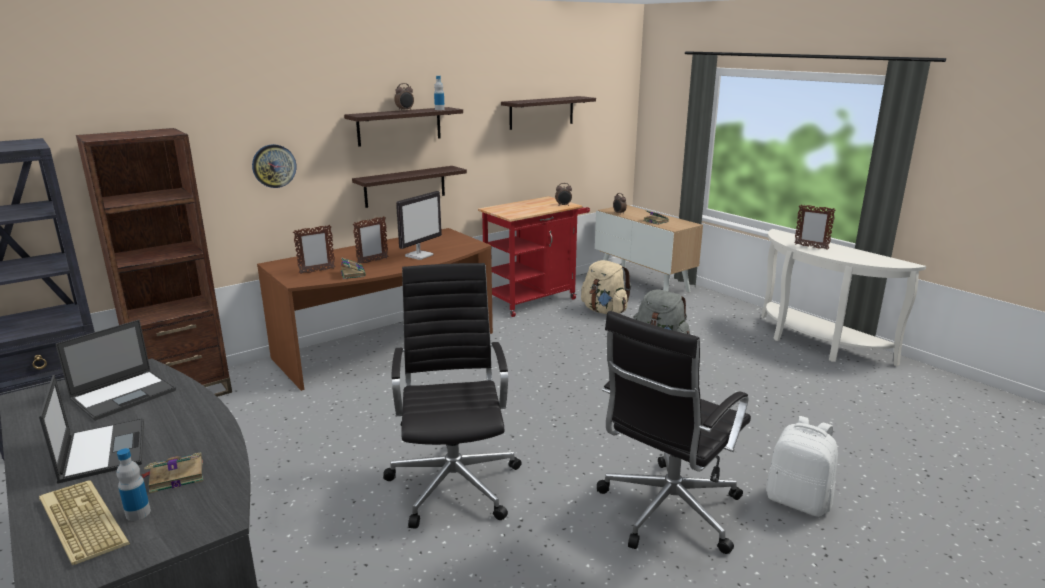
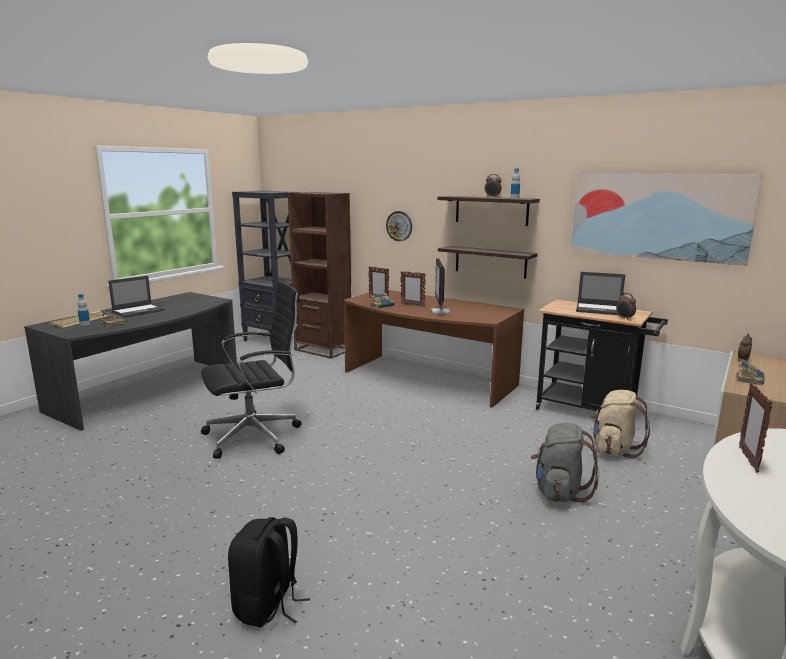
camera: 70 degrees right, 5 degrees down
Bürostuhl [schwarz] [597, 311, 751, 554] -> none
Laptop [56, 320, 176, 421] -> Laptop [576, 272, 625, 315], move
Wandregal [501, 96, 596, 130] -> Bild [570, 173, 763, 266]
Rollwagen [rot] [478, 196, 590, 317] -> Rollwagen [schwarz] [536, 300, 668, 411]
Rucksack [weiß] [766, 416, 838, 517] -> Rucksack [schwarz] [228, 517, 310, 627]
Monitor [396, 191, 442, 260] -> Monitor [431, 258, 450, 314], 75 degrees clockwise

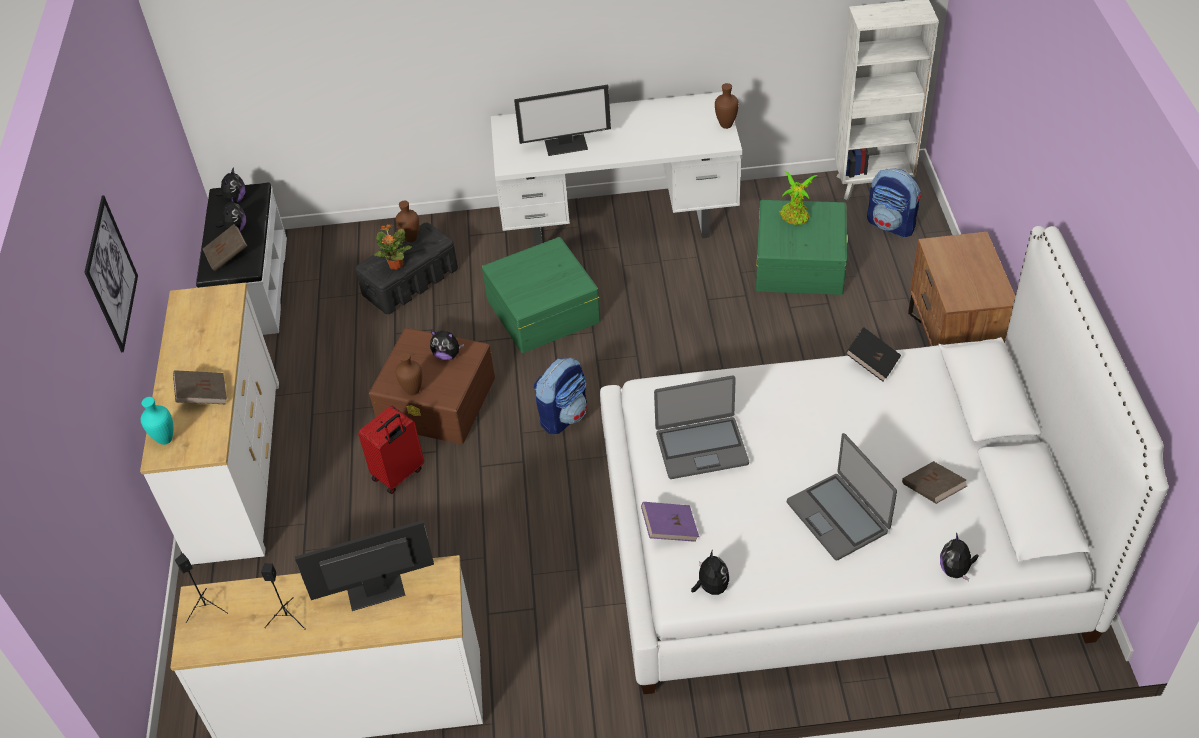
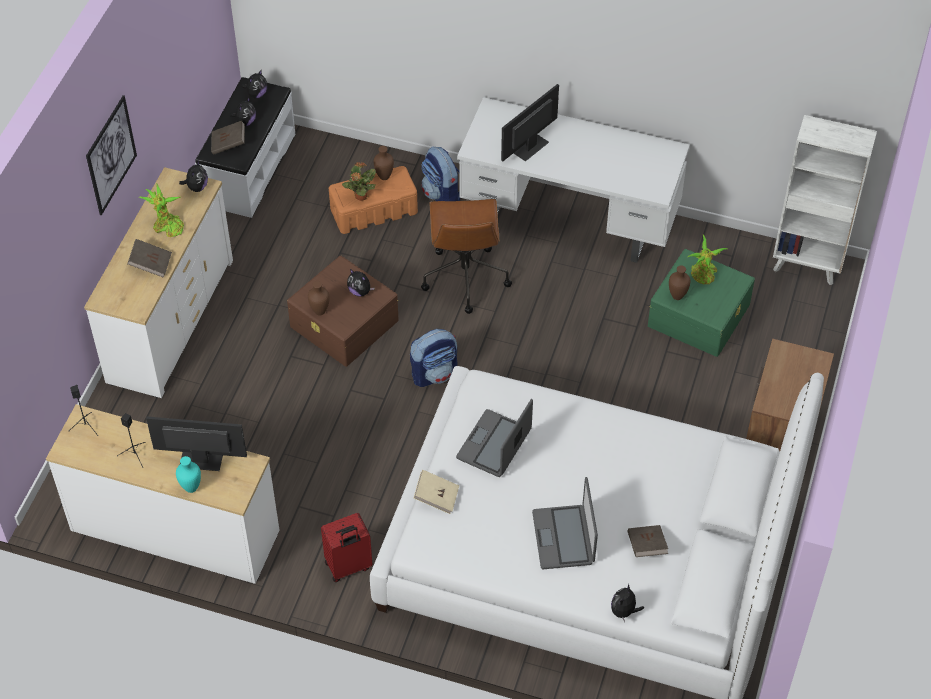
camera: 20 degrees right, 5 degrees up
Buch [schwarz] [845, 327, 901, 382] -> none
none -> Topfpflanze [139, 184, 184, 237]
Vase [türkis] [141, 397, 173, 445] -> Vase [türkis] [176, 456, 201, 493], move
Koffer [rot] [358, 406, 424, 494] -> Koffer [rot] [321, 513, 372, 582], move
Plüschtier [691, 549, 729, 595] -> Plüschtier [179, 160, 208, 192], move
Vase [braun] [715, 83, 739, 129] -> Vase [braun] [669, 265, 690, 300], move
Rucksack [867, 168, 921, 238] -> Rucksack [421, 146, 460, 201], move
Aufbewahrungsbox [grün] [482, 237, 601, 353] -> Bürostuhl [braun] [421, 199, 512, 314]
Aufbewahrungsbox [schwarz] [355, 223, 458, 314] -> Aufbewahrungsbox [orange] [329, 166, 418, 234]
Buch [lila] [641, 502, 699, 542] -> Buch [beige] [414, 470, 459, 514]
Monitor [514, 84, 611, 156] -> Monitor [501, 84, 559, 161], 120 degrees clockwise
Laptop [654, 376, 749, 479] -> Laptop [456, 399, 533, 477], 105 degrees clockwise

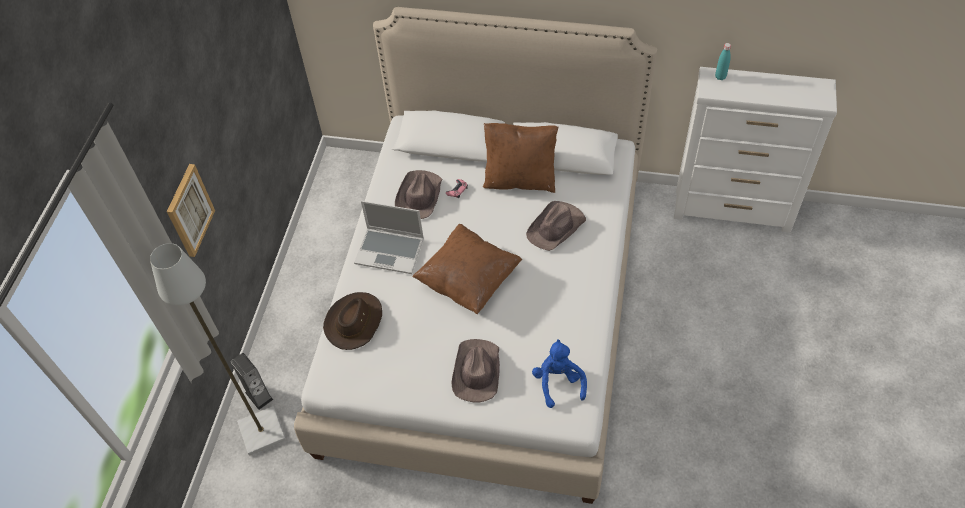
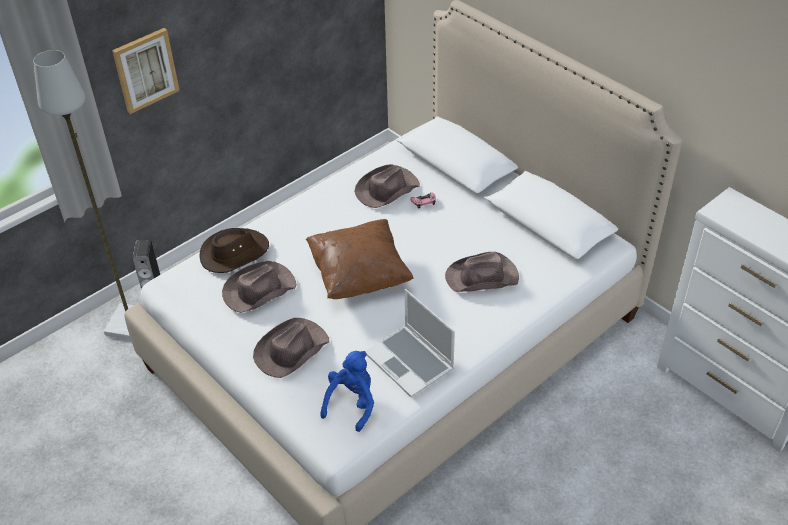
camera: 35 degrees right, 10 degrees down
Kissen [braun] [483, 123, 558, 193] -> none
Flasche [türkis] [715, 43, 731, 80] -> none
none -> Hut [braun] [222, 261, 296, 313]
Laptop [354, 201, 424, 274] -> Laptop [365, 289, 455, 398], move

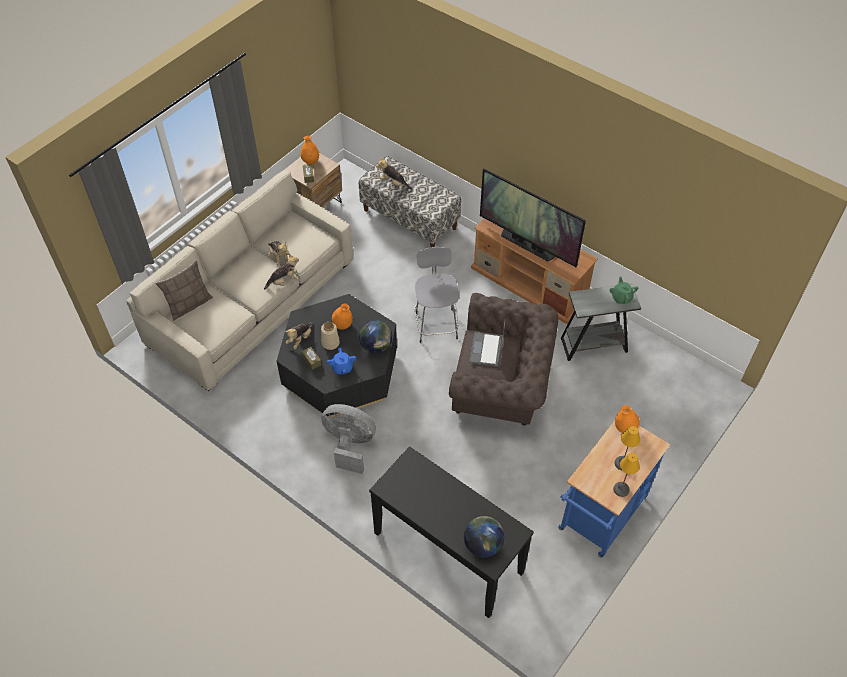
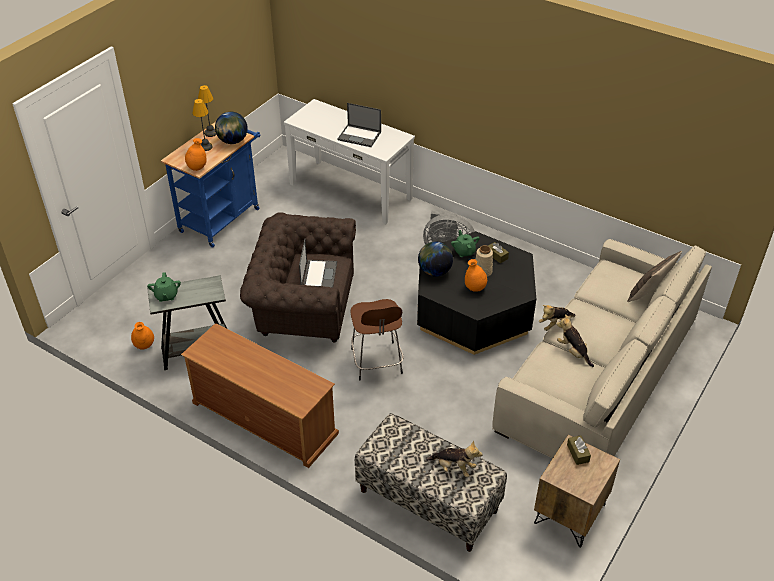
camera: 175 degrees right, 10 degrees down
Plüschtier [286, 323, 312, 349] -> none
Fernseher [480, 168, 586, 267] -> none
none -> Laptop [338, 103, 381, 147]
Vase [orange] [301, 136, 319, 164] -> Vase [orange] [131, 322, 154, 349], move
Globus [464, 516, 504, 557] -> Globus [215, 112, 248, 144], move
Teekanne [blau] [327, 348, 356, 374] -> Teekanne [grün] [451, 230, 480, 257]
Konsolentisch [schwarz] [369, 446, 534, 618] -> Konsolentisch [weiß] [284, 99, 415, 224]
Hocker [grau] [414, 247, 459, 343] -> Hocker [braun] [350, 299, 403, 381]

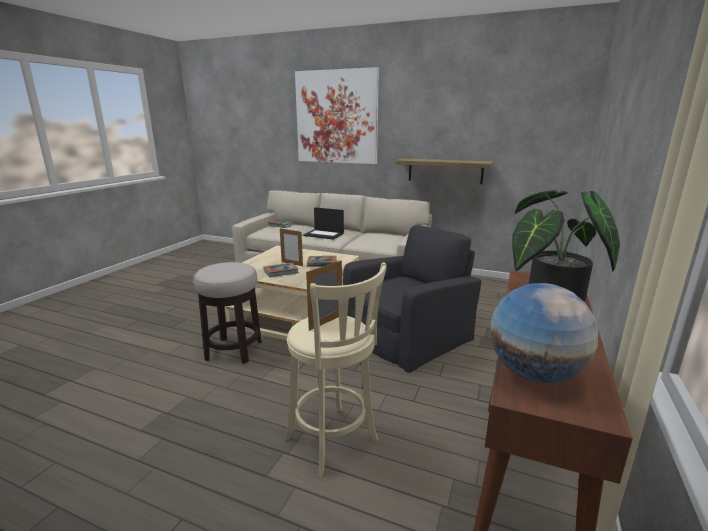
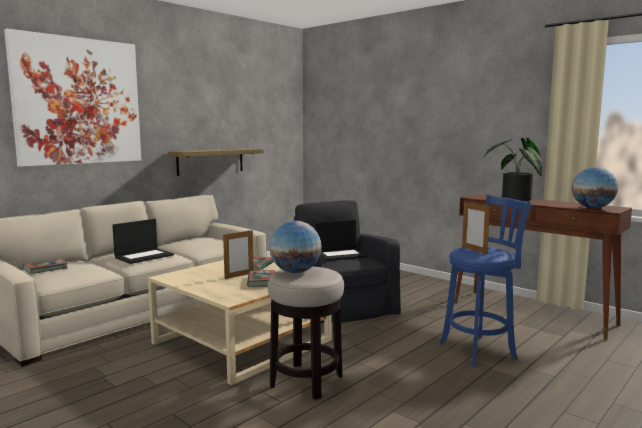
camera: 70 degrees left, 10 degrees down
none -> Globus [269, 221, 322, 273]
none -> Laptop [316, 220, 368, 261]
Hocker [beige] [285, 263, 387, 477] -> Hocker [blau] [440, 194, 531, 367]

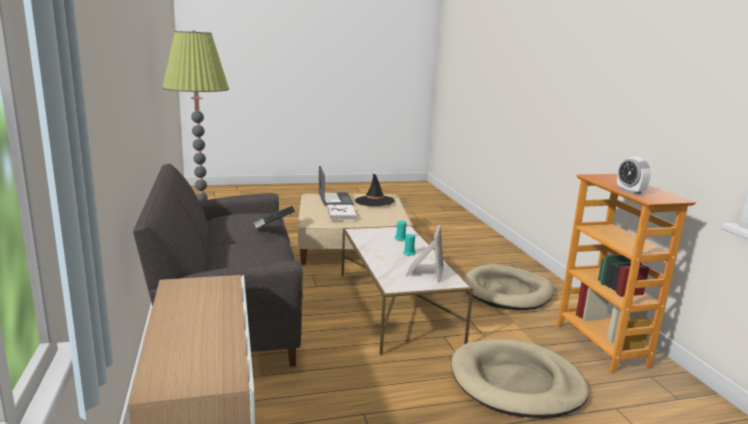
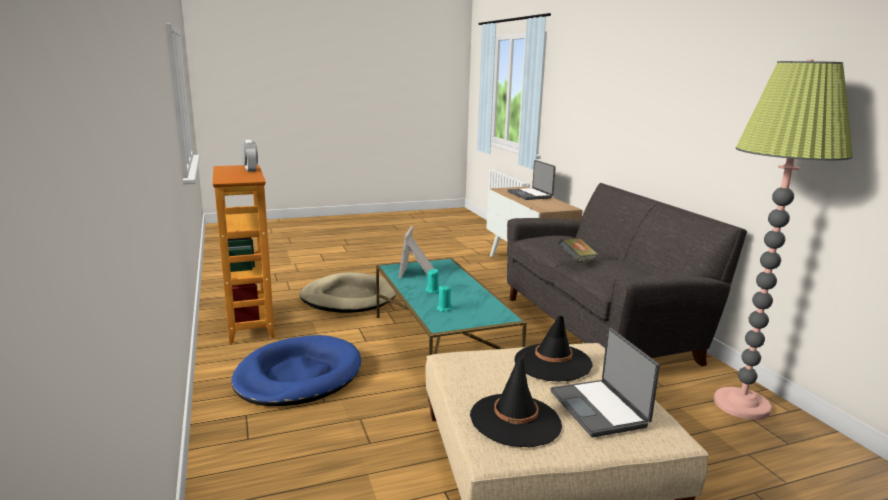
camera: 175 degrees right, 0 degrees up
none -> Laptop [507, 160, 556, 200]
Buch [weiß] [328, 205, 357, 220] -> Hut [schwarz] [514, 315, 593, 382]
Couchtisch [weiß] [341, 225, 473, 355] -> Couchtisch [türkis] [376, 258, 527, 402]
Hundebett [beige] [463, 264, 554, 310] -> Hundebett [blau] [231, 335, 361, 406]

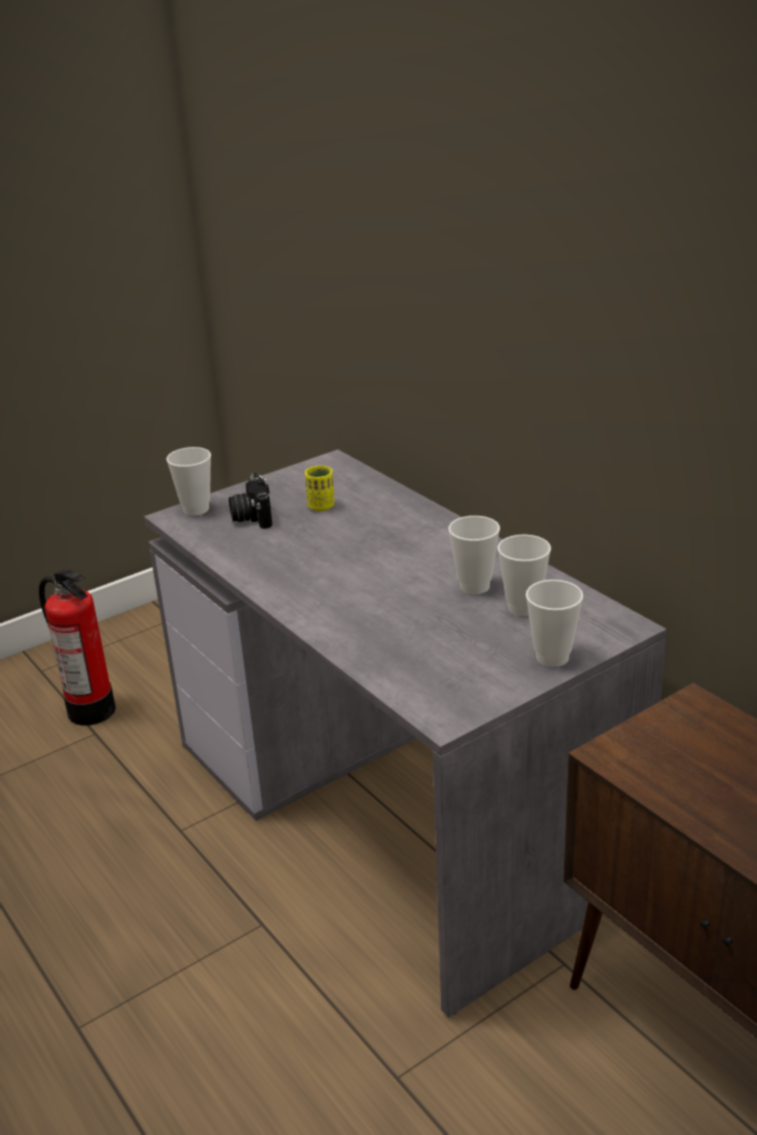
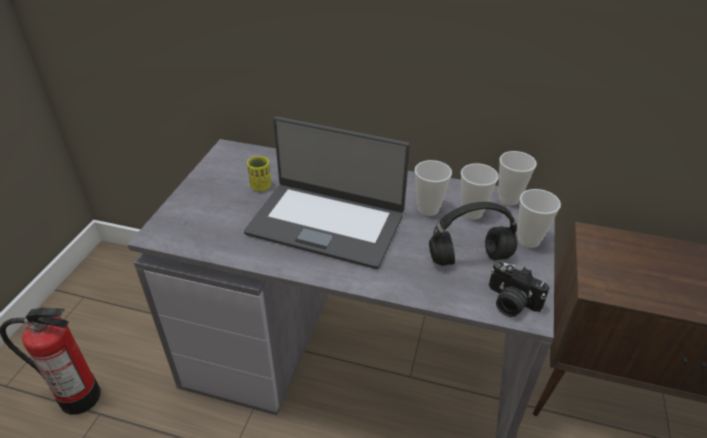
camera: 40 degrees left, 10 degrees up
none -> Laptop [244, 117, 410, 269]
none -> Kopfhörer [schwarz] [429, 202, 517, 266]
Tasse [166, 447, 211, 516] -> Tasse [498, 151, 537, 206], move
Kamera [229, 473, 272, 529] -> Kamera [489, 261, 550, 317], move

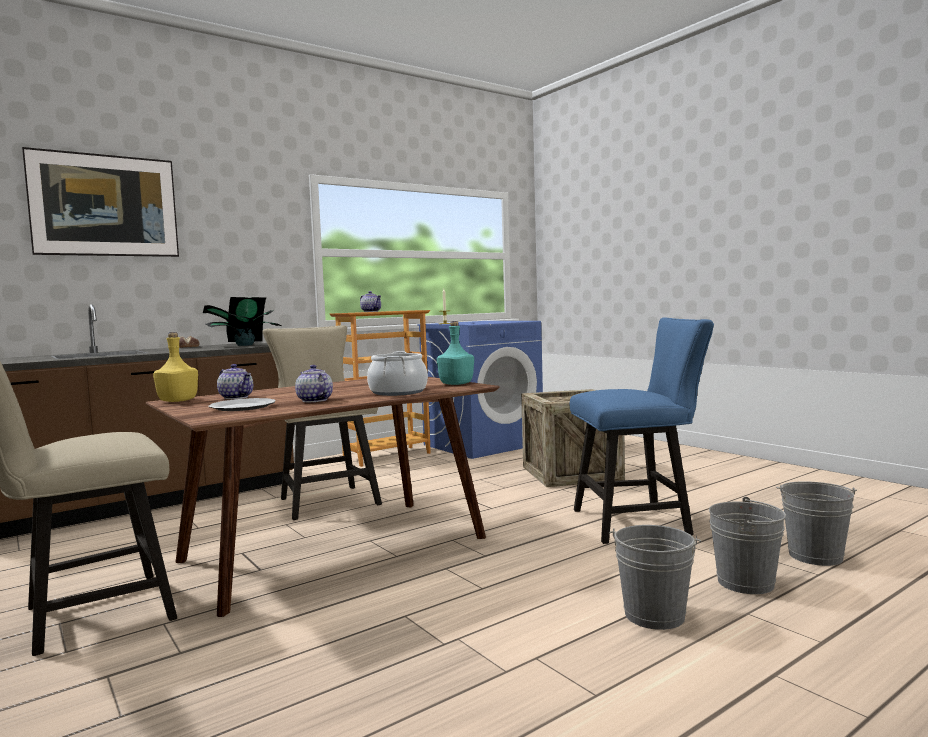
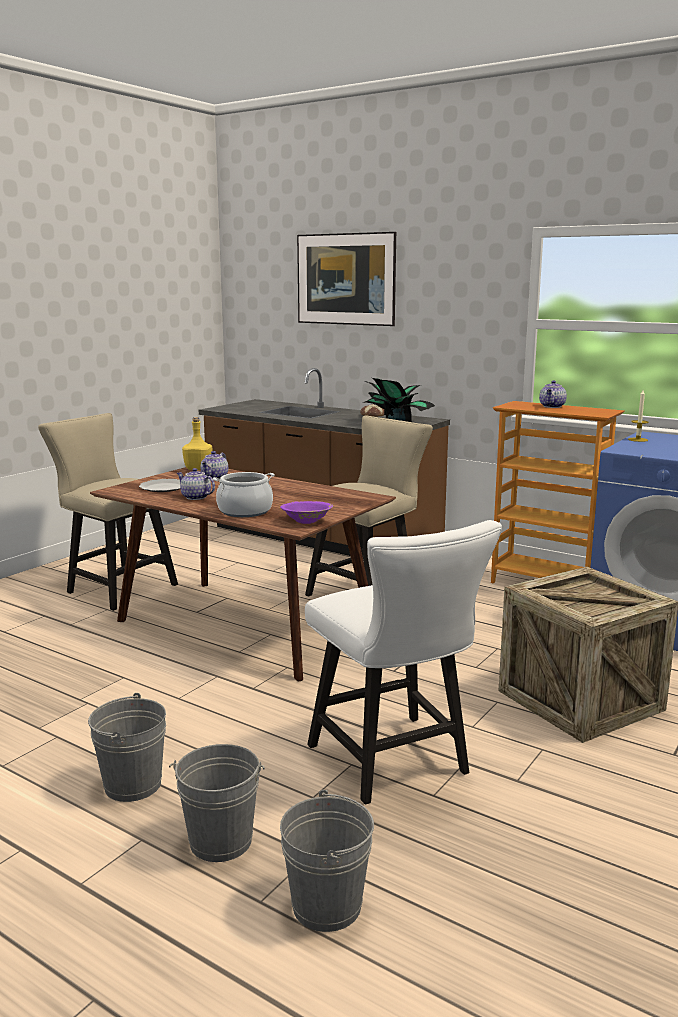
camera: 70 degrees right, 10 degrees up
Flasche [türkis] [437, 321, 474, 385] -> Schüssel [lila] [280, 501, 333, 524]
Stuhl [blau] [570, 317, 714, 544] -> Stuhl [weiß] [305, 520, 502, 804]
Teekanne [295, 365, 333, 402] -> Teekanne [177, 468, 215, 500], 90 degrees counterclockwise

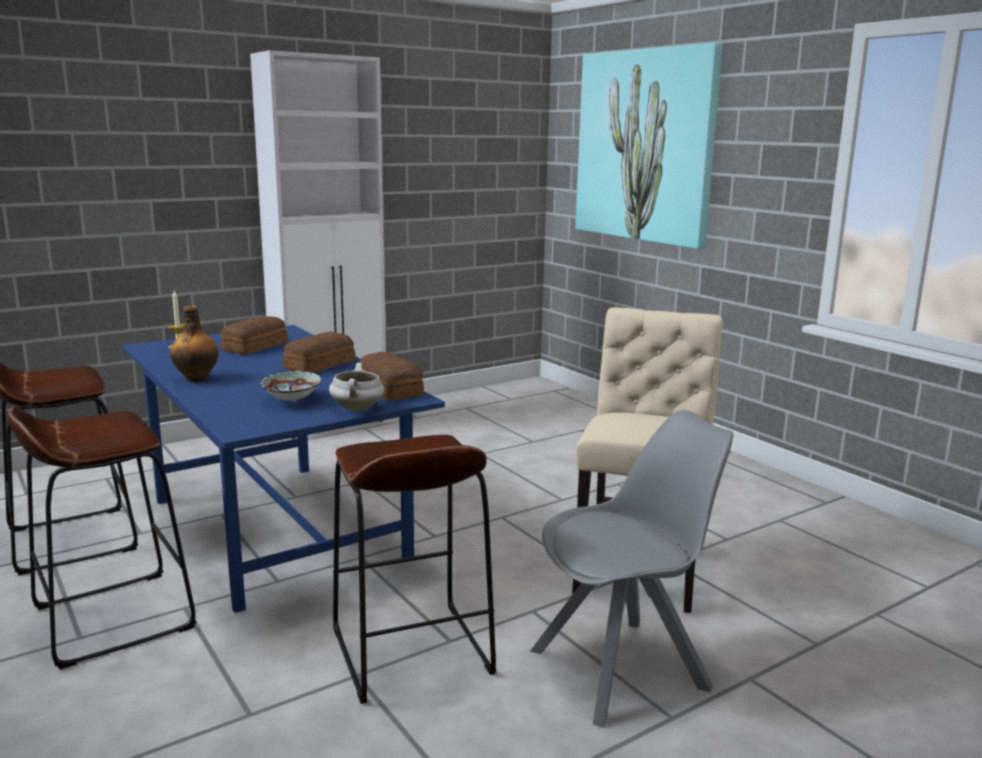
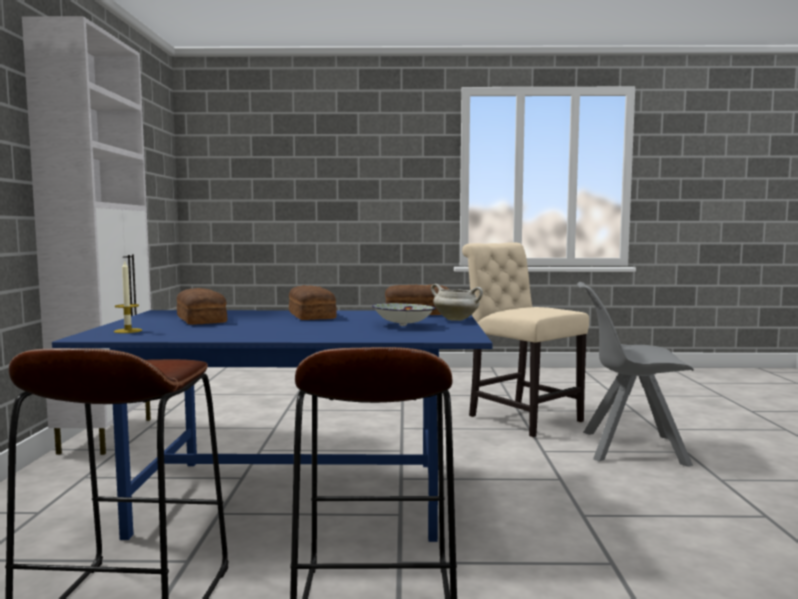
camera: 55 degrees left, 10 degrees down
Flasche [170, 305, 219, 382] -> none
Hocker [braun] [333, 435, 496, 704] -> none
Bild [575, 43, 723, 249] -> none
Stuhl [grau] [530, 410, 734, 727] -> Stuhl [grau] [577, 282, 694, 467], 90 degrees counterclockwise

